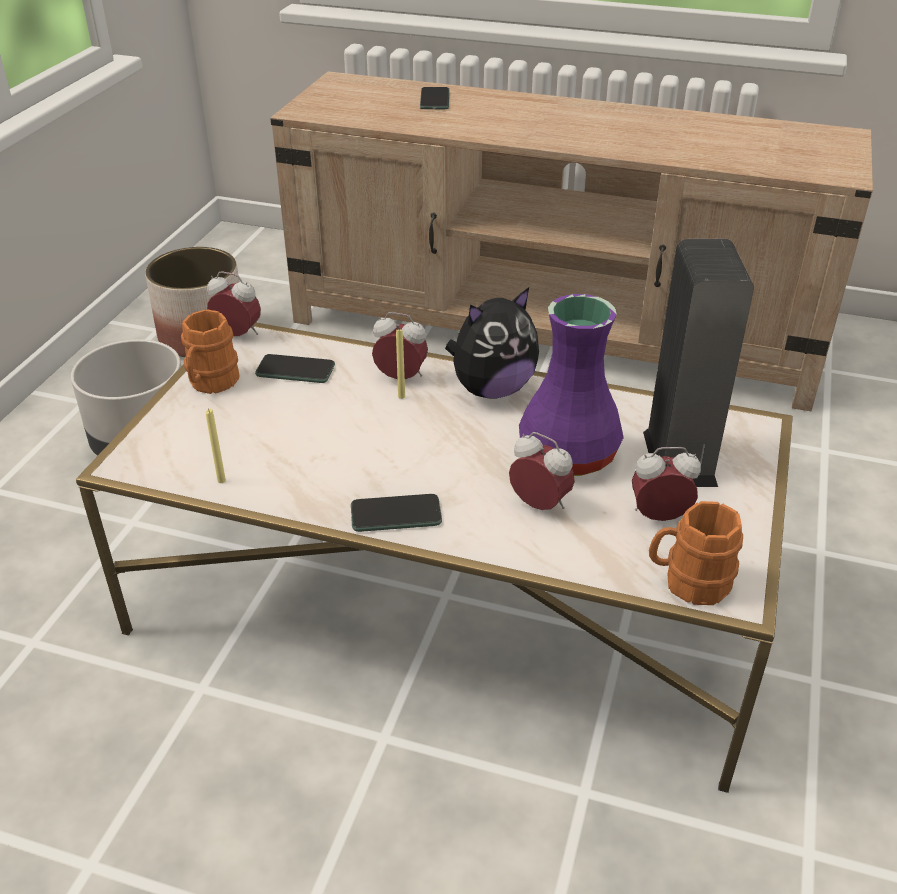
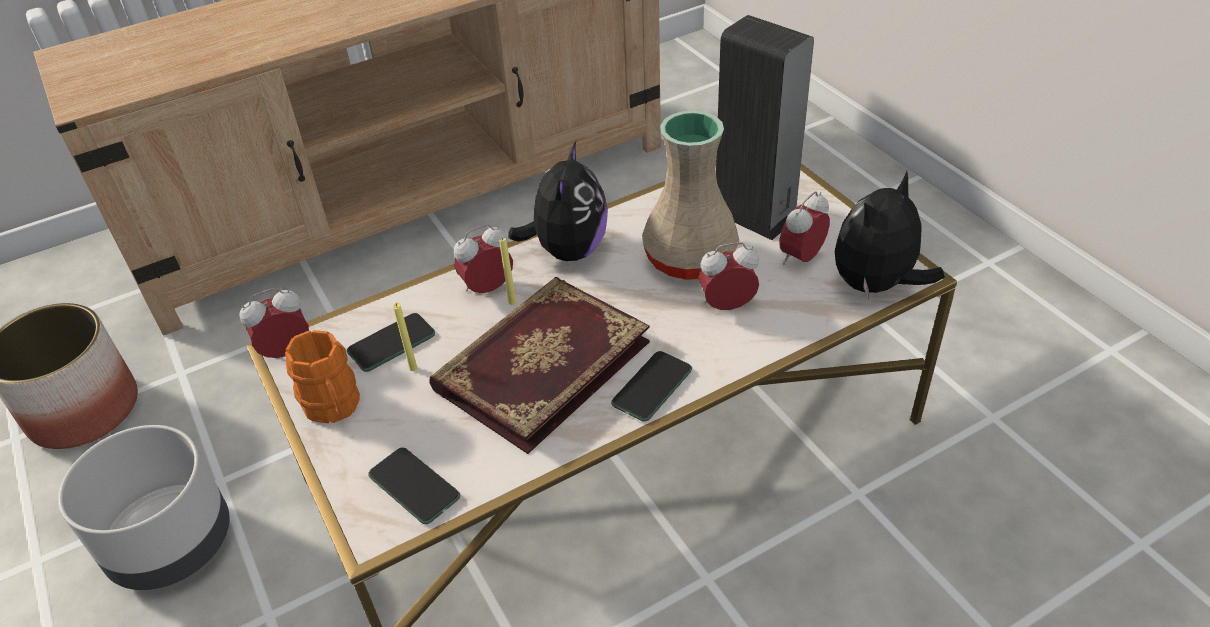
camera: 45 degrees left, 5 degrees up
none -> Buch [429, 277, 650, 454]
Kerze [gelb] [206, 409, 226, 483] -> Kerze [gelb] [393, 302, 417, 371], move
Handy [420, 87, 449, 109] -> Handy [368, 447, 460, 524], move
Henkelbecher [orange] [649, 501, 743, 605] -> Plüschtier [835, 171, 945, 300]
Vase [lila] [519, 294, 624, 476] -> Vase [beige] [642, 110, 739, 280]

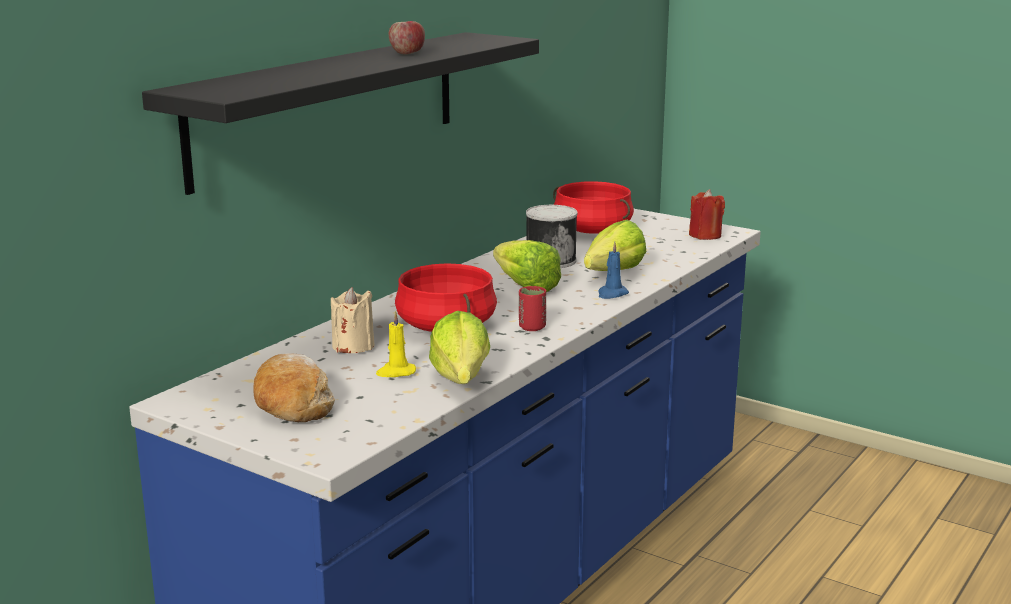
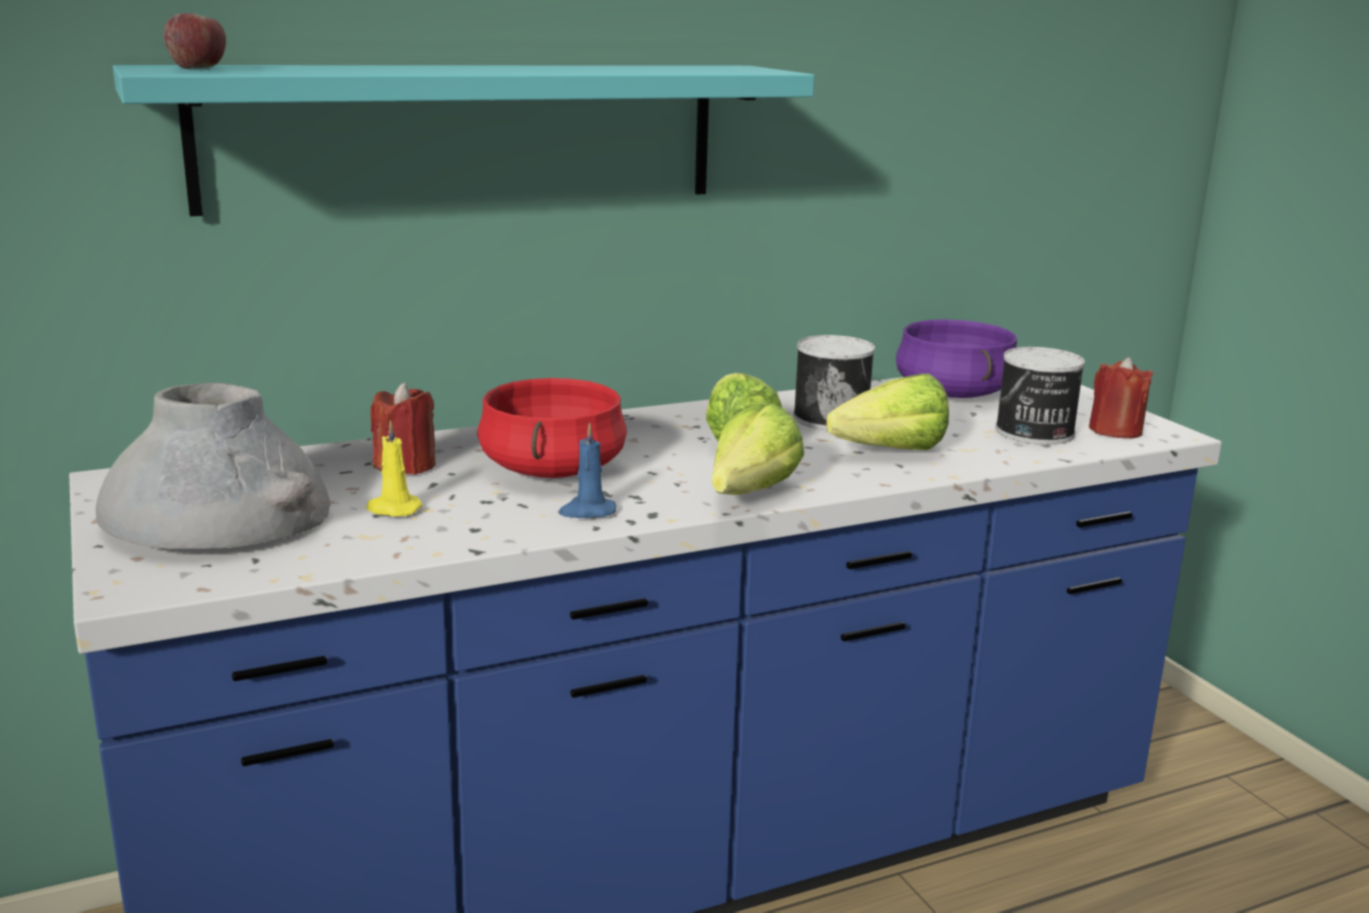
camera: 30 degrees right, 0 degrees up
Tasse [rot] [519, 286, 546, 331] -> none
none -> Dose [995, 347, 1085, 445]
Apfel [389, 21, 425, 55] -> Apfel [164, 13, 226, 69], move
Salatkopf [429, 311, 490, 384] -> Salatkopf [712, 402, 804, 495], move
Kerze [blau] [598, 241, 629, 299] -> Kerze [blau] [558, 422, 616, 518], move
Brot [253, 353, 335, 422] -> Vase [grau] [96, 383, 330, 549]
Wandregal [schwarz] [142, 32, 539, 195] -> Wandregal [türkis] [113, 65, 815, 216]
Kerze [beige] [331, 287, 375, 353] -> Kerze [rot] [371, 382, 436, 475]
Kochtopf [rot] [553, 181, 634, 234] -> Kochtopf [lila] [896, 319, 1017, 398]

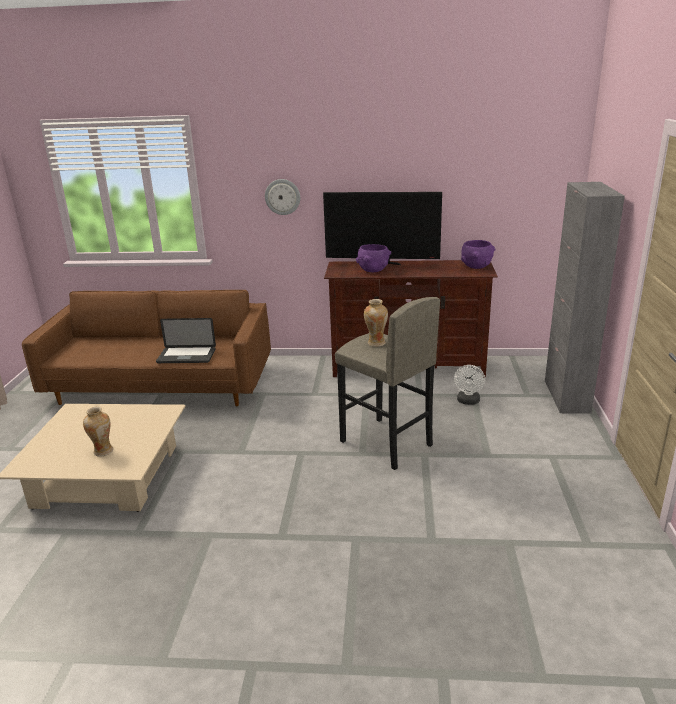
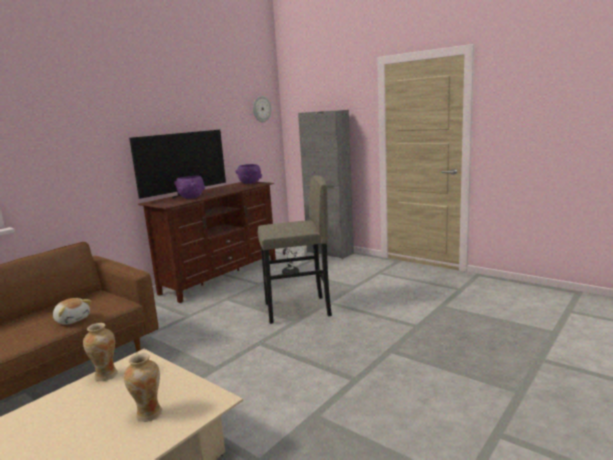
camera: 55 degrees left, 10 degrees down
Wanduhr [265, 179, 300, 215] -> Wanduhr [253, 96, 271, 122], move
Vase [364, 299, 388, 347] -> Vase [83, 323, 118, 381], move
Laptop [156, 318, 216, 363] -> Plüschtier [53, 298, 91, 325]

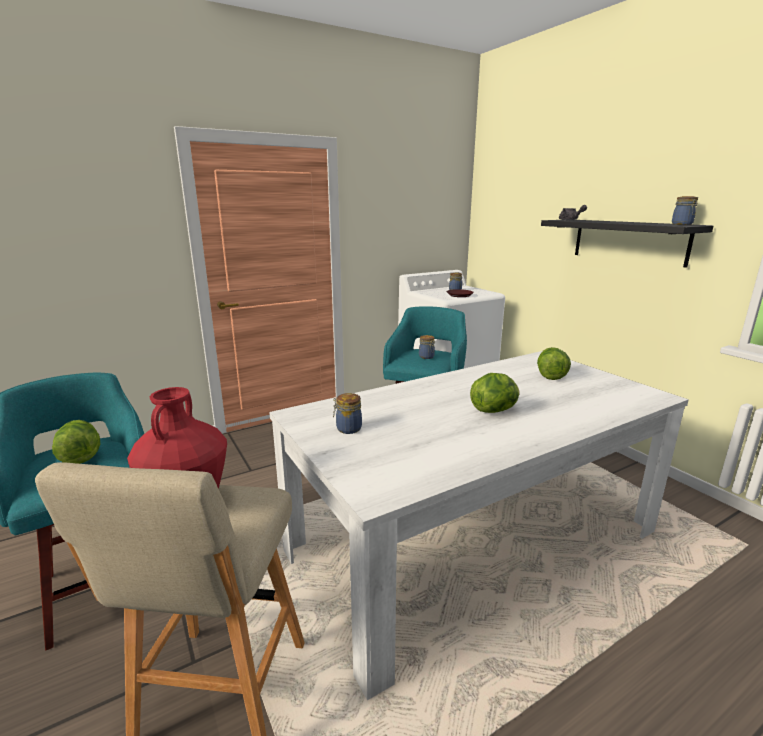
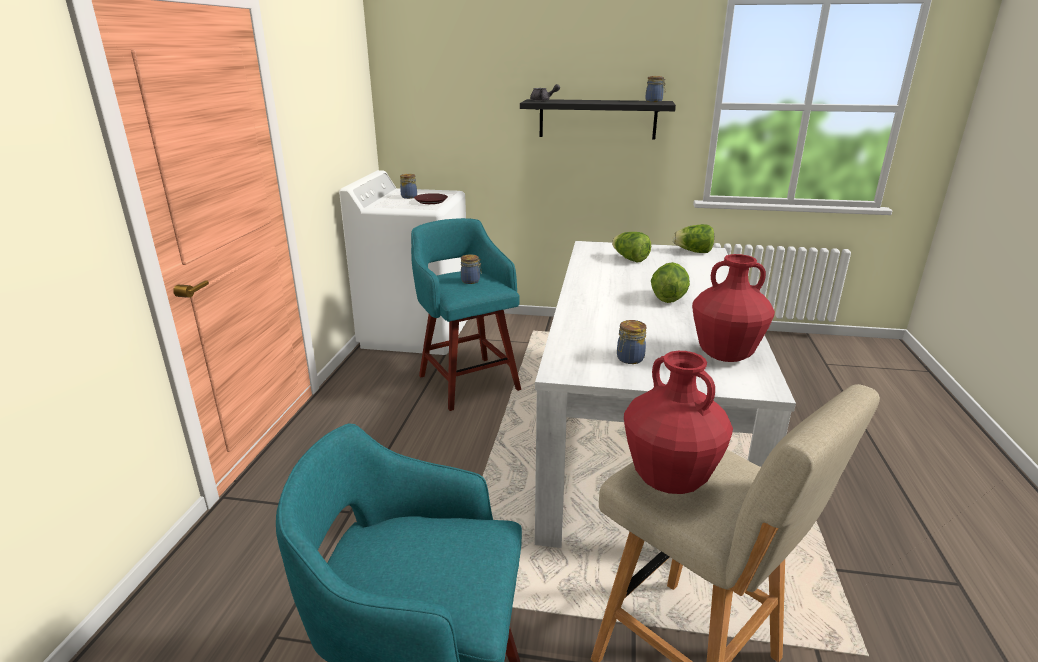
camera: 50 degrees left, 5 degrees up
none -> Vase [rot] [692, 254, 775, 362]
Salatkopf [52, 420, 101, 464] -> Salatkopf [673, 224, 714, 253], move

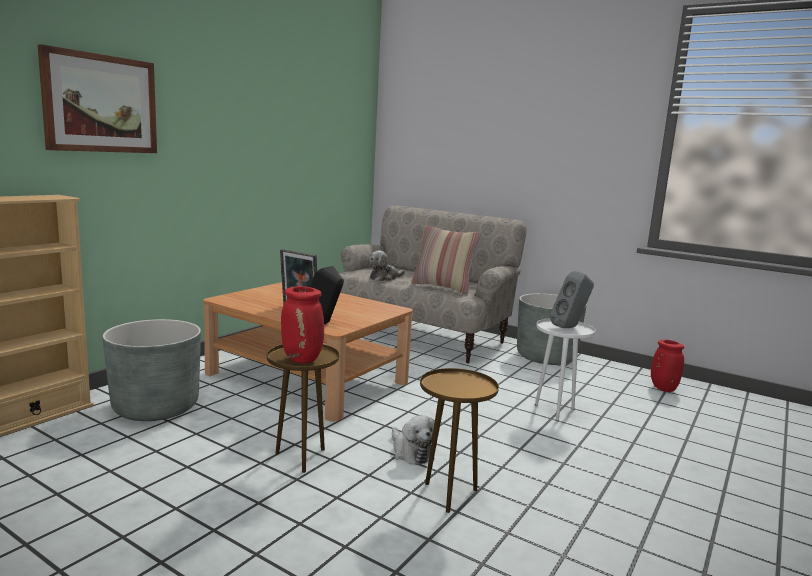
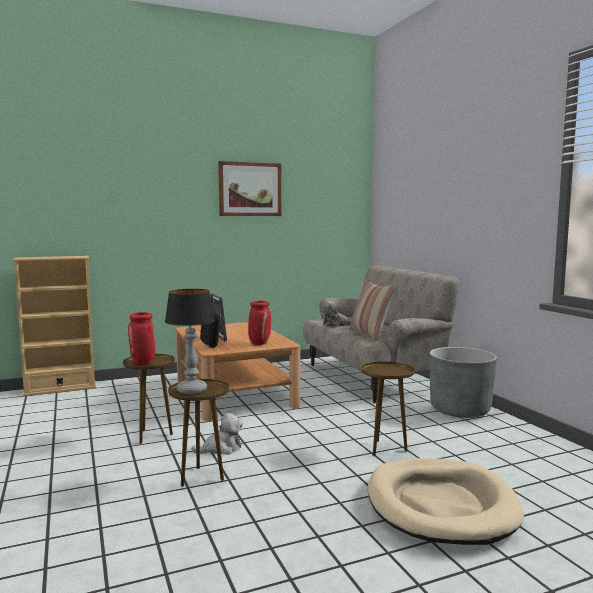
camera: 35 degrees right, 5 degrees down
Pflanzkübel [grau] [102, 319, 201, 421] -> none
Lautsprecher [grau] [550, 271, 594, 328] -> none
none -> Tischlampe [165, 289, 215, 394]
none -> Hundebett [beige] [368, 458, 524, 545]
Bild [38, 44, 157, 153] -> Bild [218, 161, 281, 216], move
Vase [rot] [651, 339, 684, 392] -> Vase [rot] [248, 301, 271, 345], move
Beistelltisch [weiß] [535, 318, 595, 421] -> Beistelltisch [braun] [361, 361, 415, 456]
Plüschtier [392, 415, 435, 465] -> Plüschtier [192, 413, 243, 455], 120 degrees counterclockwise

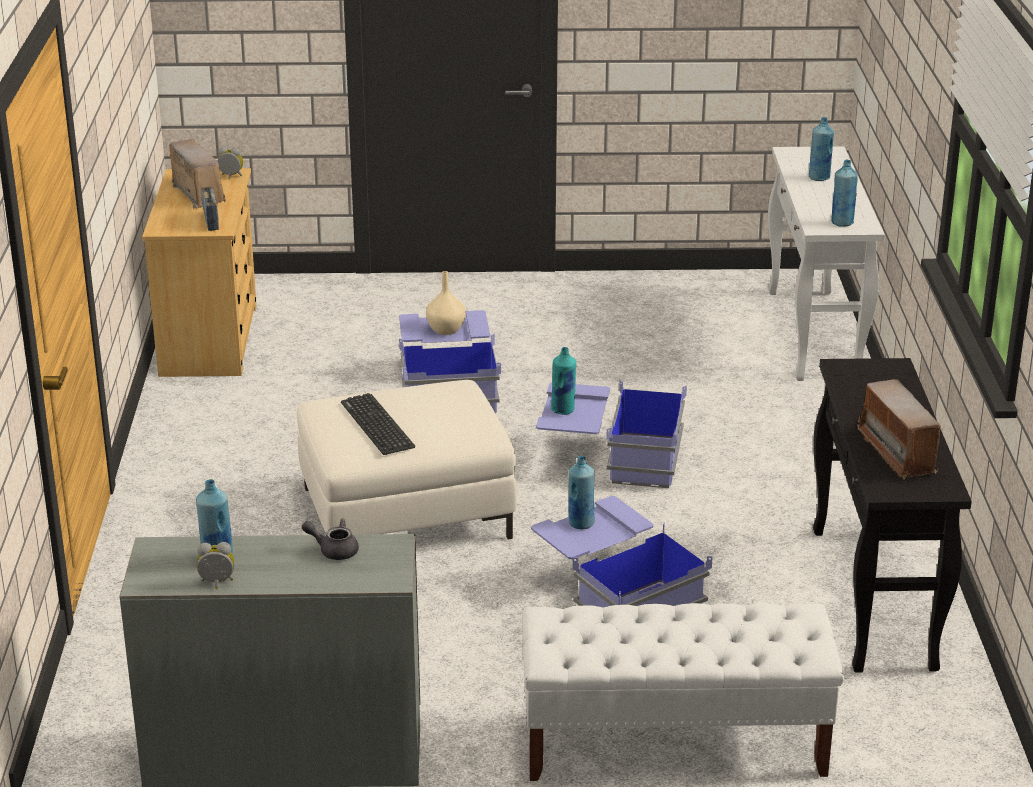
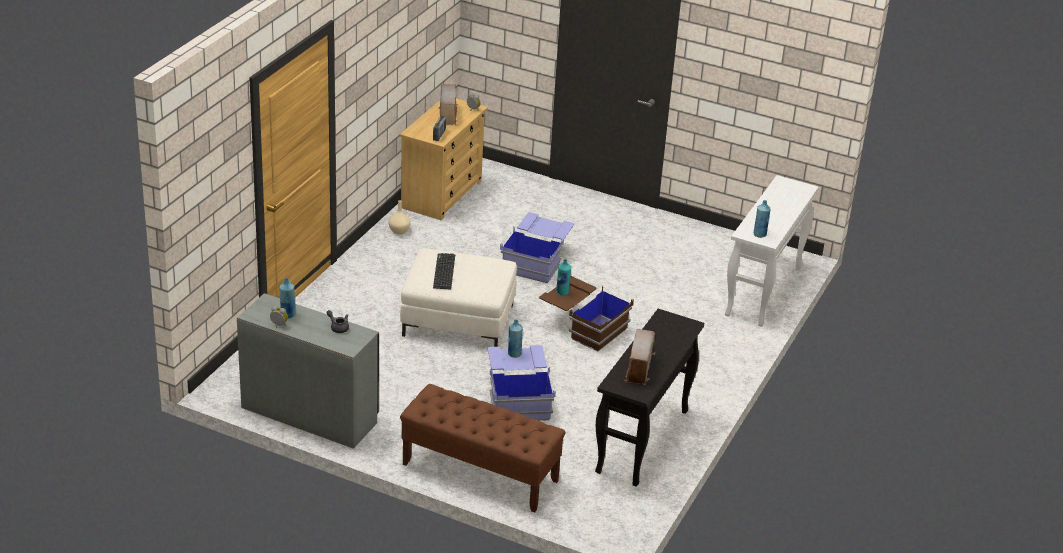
camera: 25 degrees right, 5 degrees up
Flasche [blau] [809, 117, 834, 181] -> none
Vase [beige] [426, 271, 466, 335] -> Vase [beige] [389, 200, 411, 235], move
Bank [weiß] [522, 603, 844, 781] -> Bank [braun] [400, 384, 565, 513]
Aufbewahrungsbox [blau] [536, 380, 687, 488] -> Aufbewahrungsbox [braun] [539, 276, 634, 352]

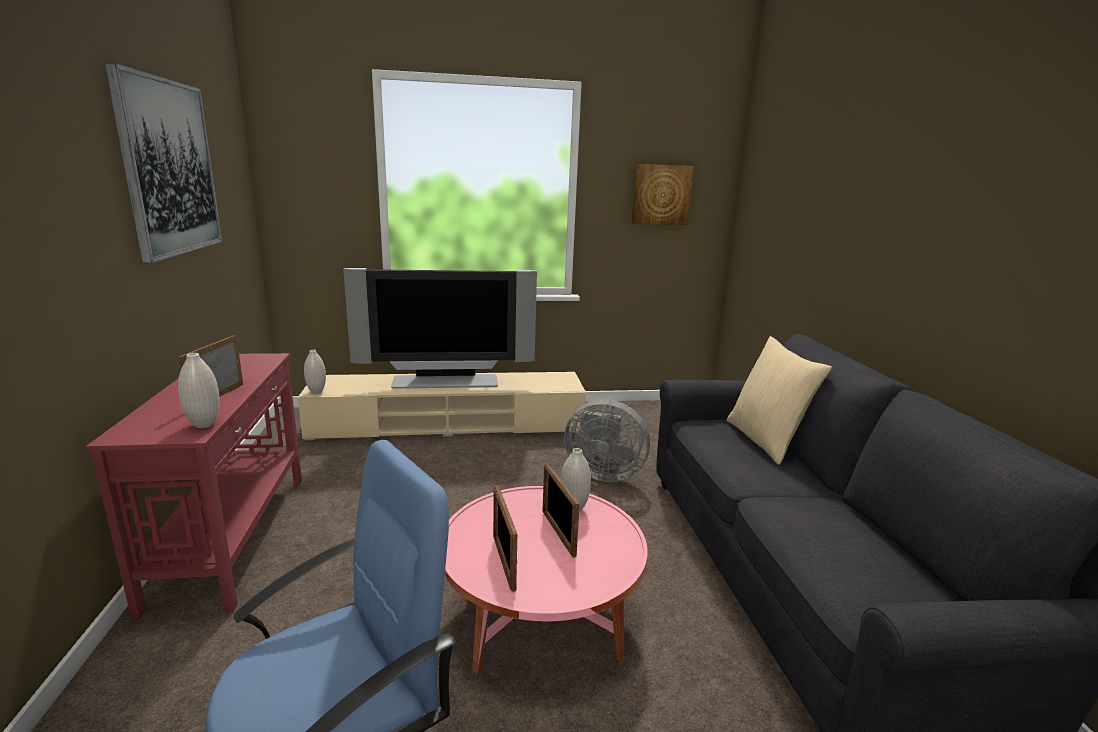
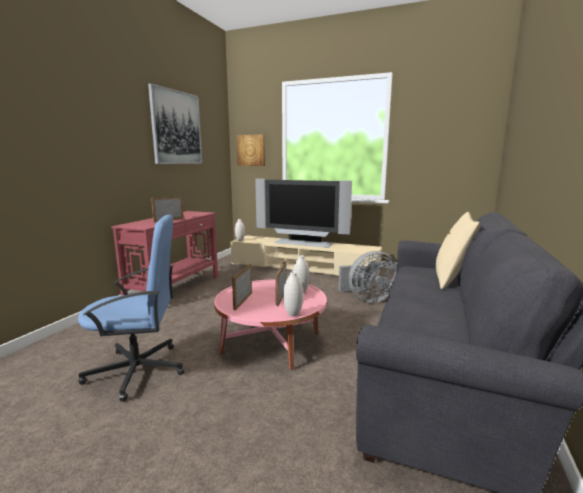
camera: 30 degrees right, 5 degrees down
Vase [weiß] [178, 353, 220, 428] -> Vase [weiß] [283, 271, 303, 316], move
Bild [632, 164, 694, 225] -> Bild [236, 134, 265, 166], move
Ventilator [grau] [564, 399, 650, 482] -> Ventilator [grau] [339, 251, 397, 303], 60 degrees counterclockwise

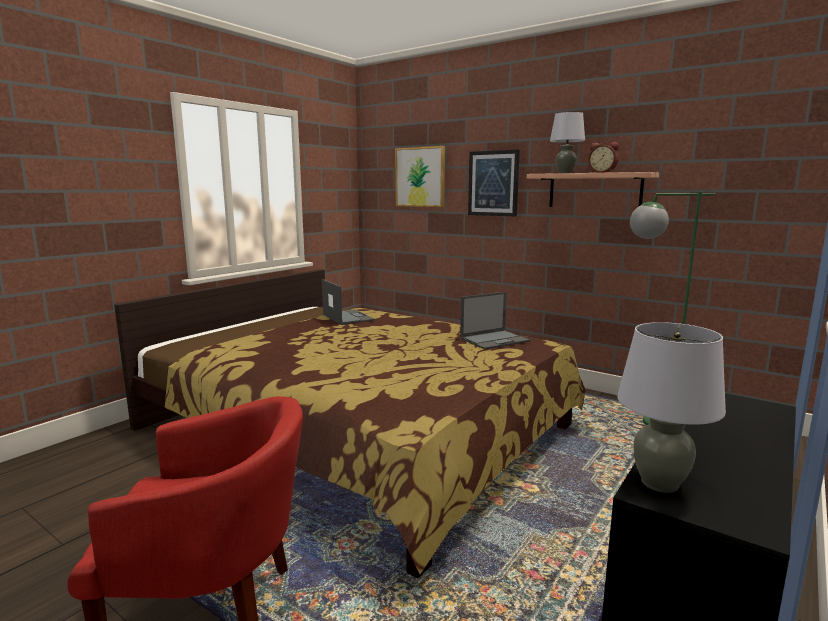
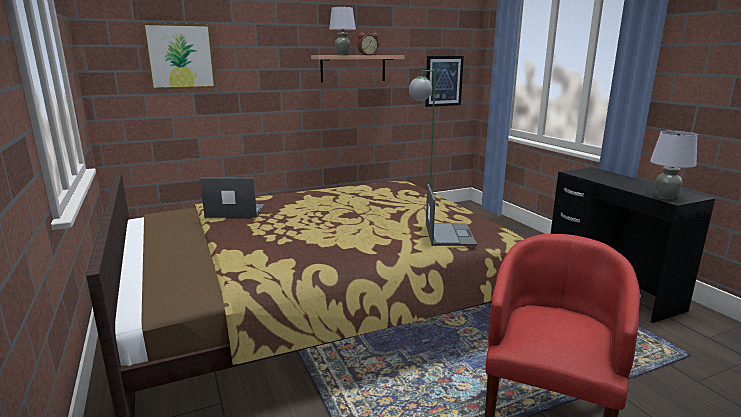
camera: 60 degrees left, 5 degrees up
Laptop [460, 292, 530, 350] -> Laptop [426, 184, 477, 246], move
Bild [468, 150, 520, 216] -> Bild [425, 56, 464, 107], move

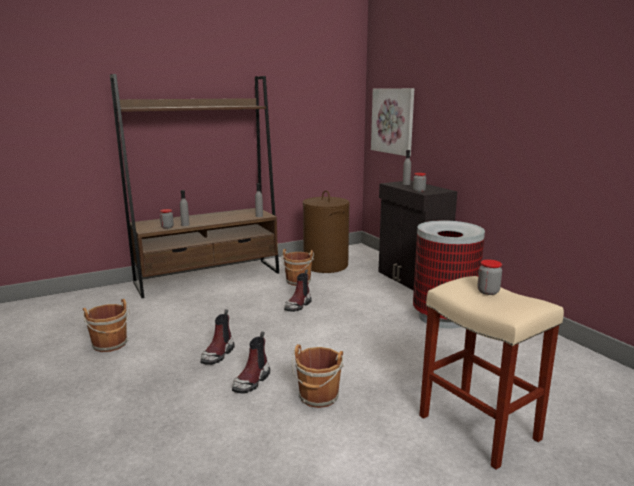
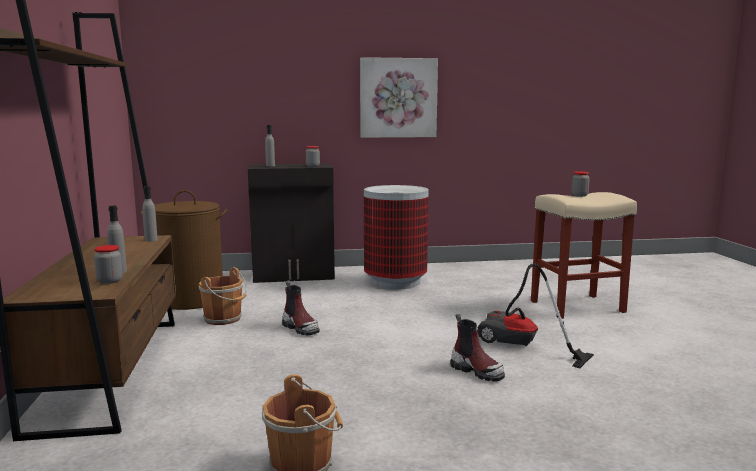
camera: 70 degrees left, 5 degrees down
Stiefel [200, 309, 235, 365] -> none
Bild [371, 88, 414, 156] -> Bild [360, 57, 438, 138], move
Eimer [braun] [292, 344, 344, 408] -> Staubsauger [477, 263, 594, 369]

